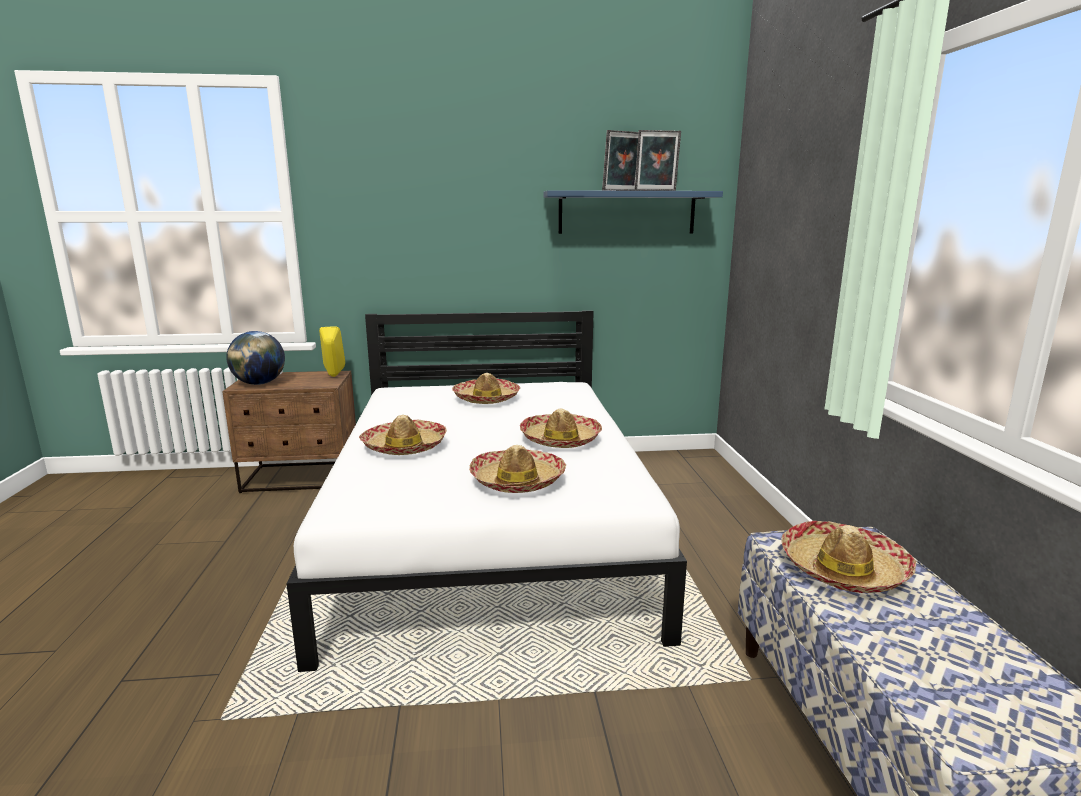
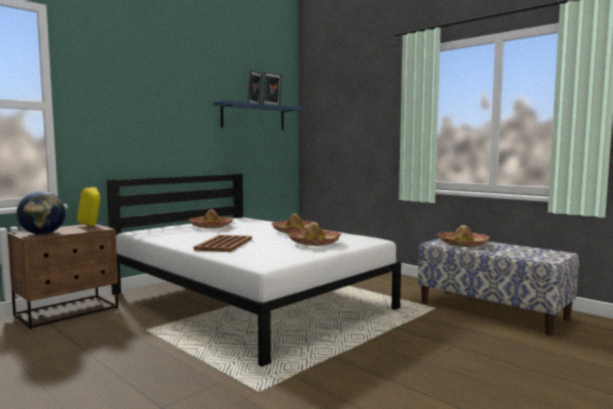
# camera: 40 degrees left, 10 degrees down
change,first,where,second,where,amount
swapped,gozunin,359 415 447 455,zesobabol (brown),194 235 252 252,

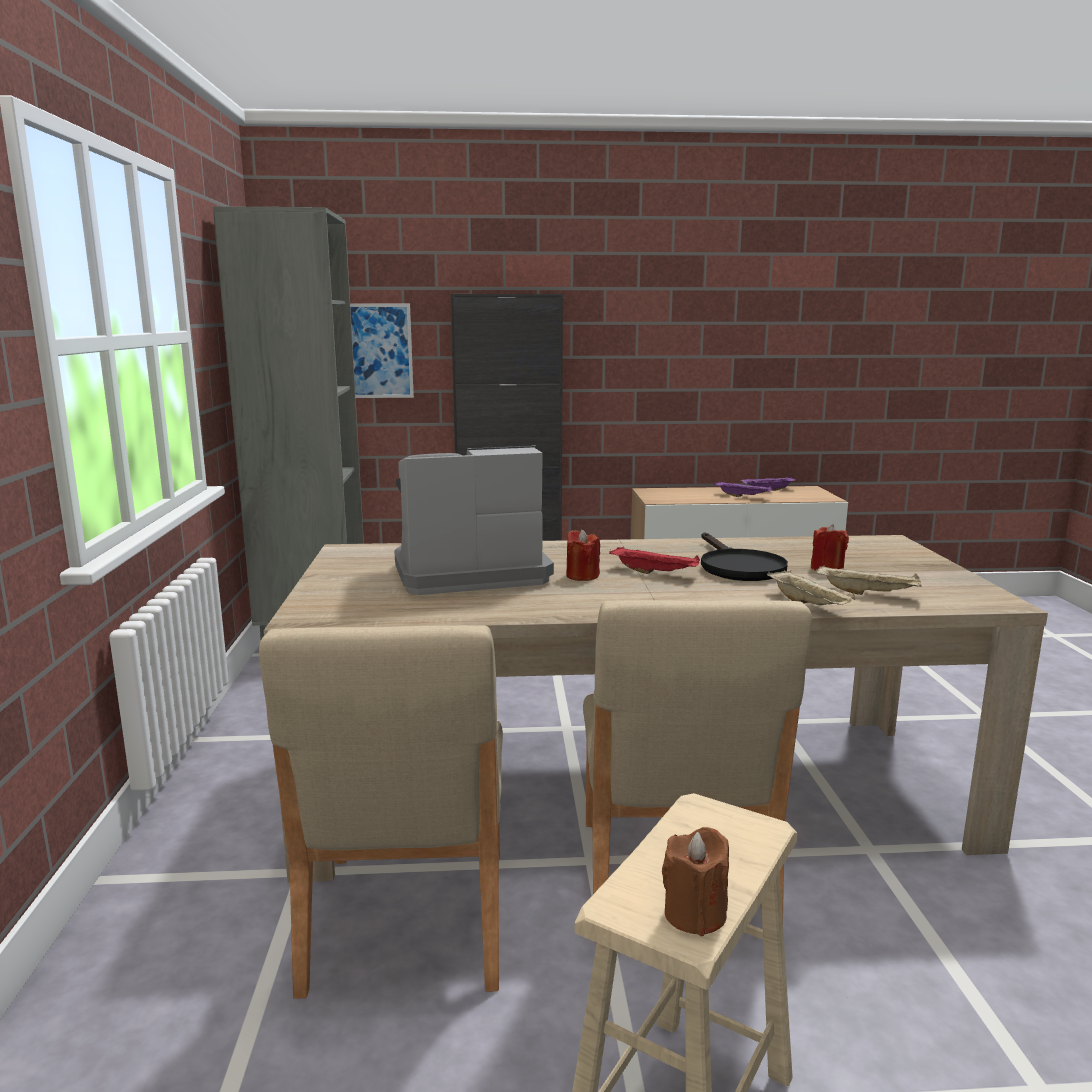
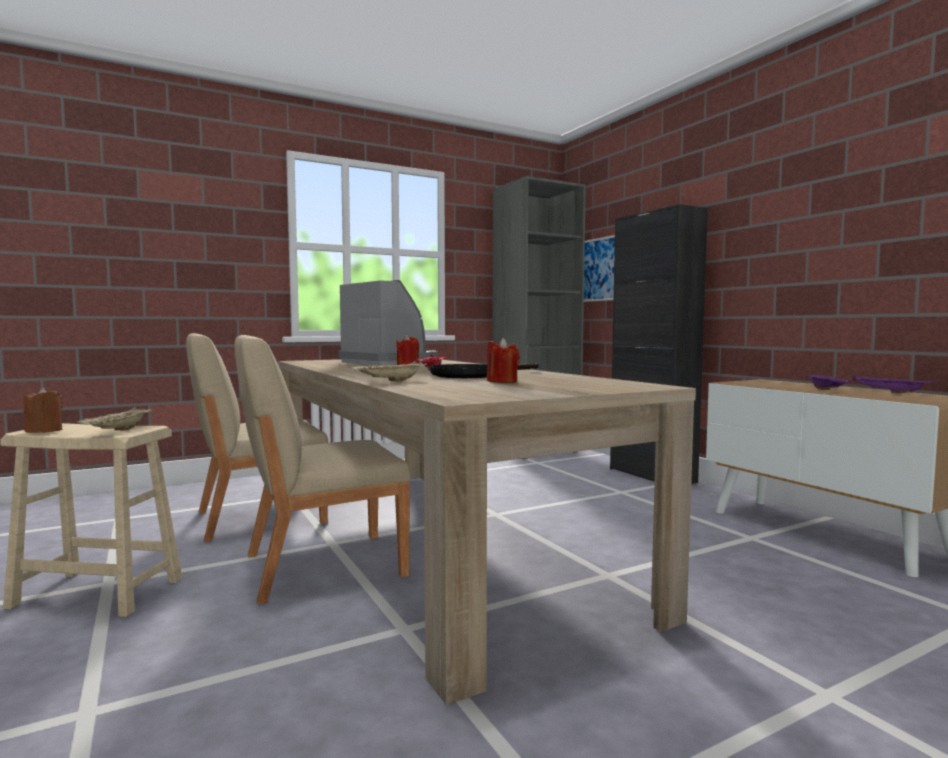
# camera: 65 degrees right, 10 degrees down
change,first,where,second,where,amount
shifted,zesobabol (beige),816 565 922 595,,77 407 152 430,

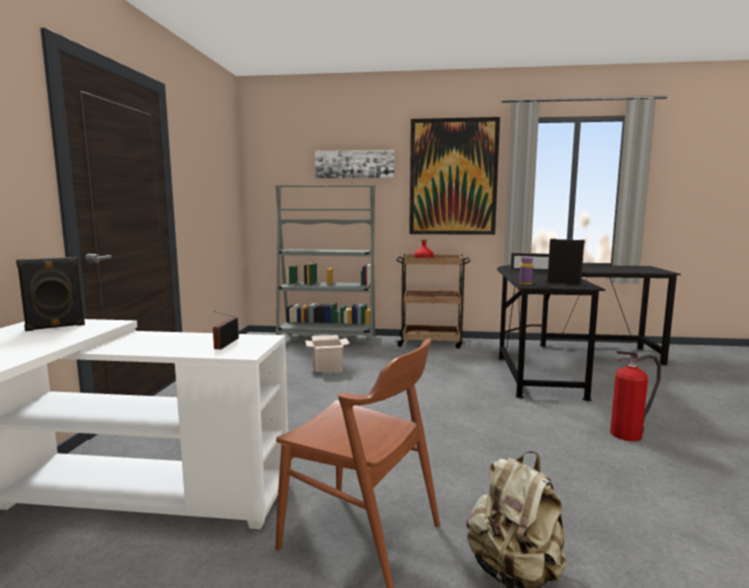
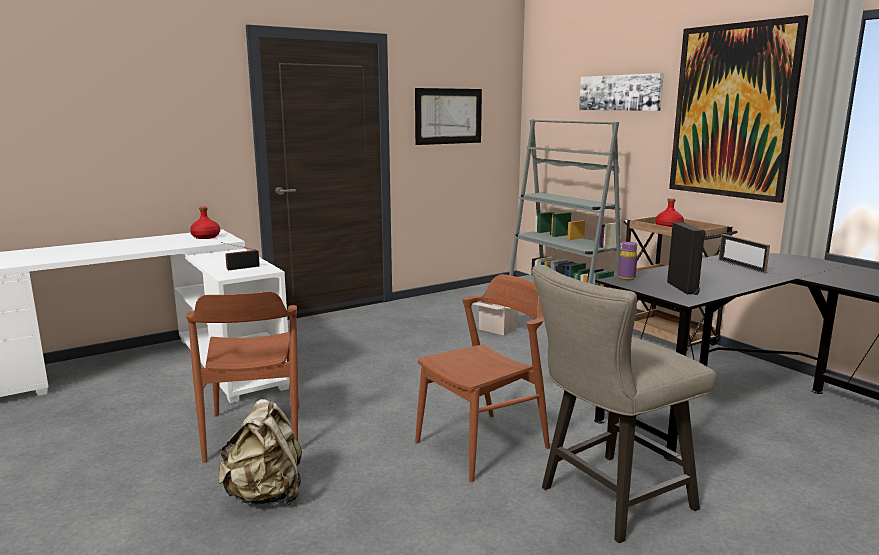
# camera: 50 degrees right, 5 degrees up
change,first,where,second,where,amount
swapped,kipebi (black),16 257 85 331,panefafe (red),190 207 220 239,
new,,,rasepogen,415 88 482 145,
new,,,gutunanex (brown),415 274 550 482,
swapped,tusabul,610 351 661 441,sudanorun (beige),532 265 717 543,

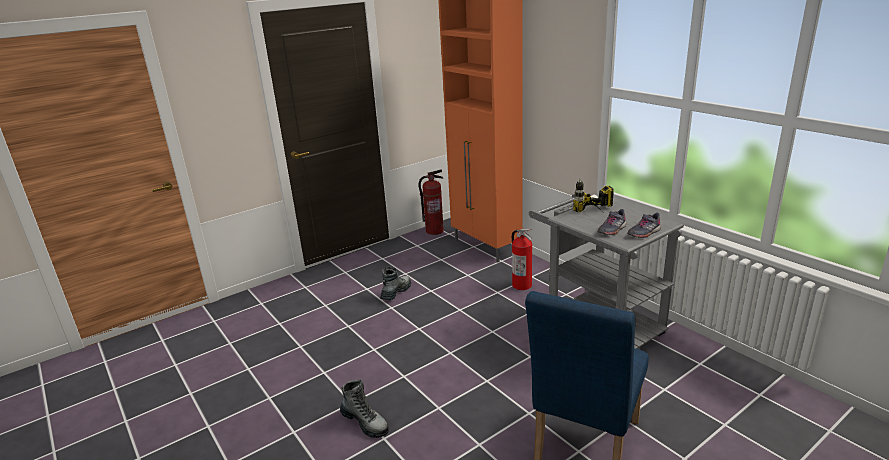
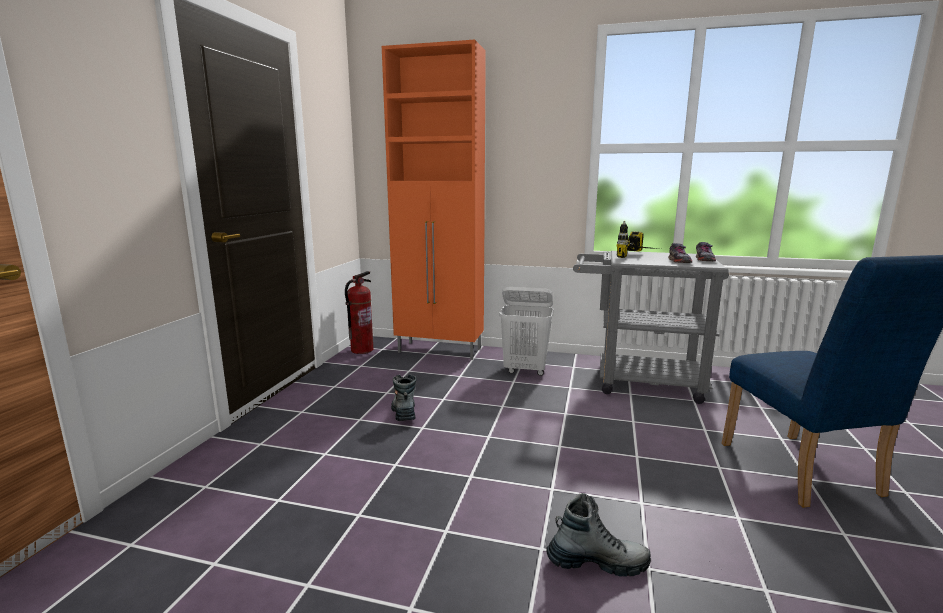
# camera: 40 degrees left, 10 degrees down
change,first,where,second,where,amount
swapped,tusabul,512 229 533 290,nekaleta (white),500 287 553 376,

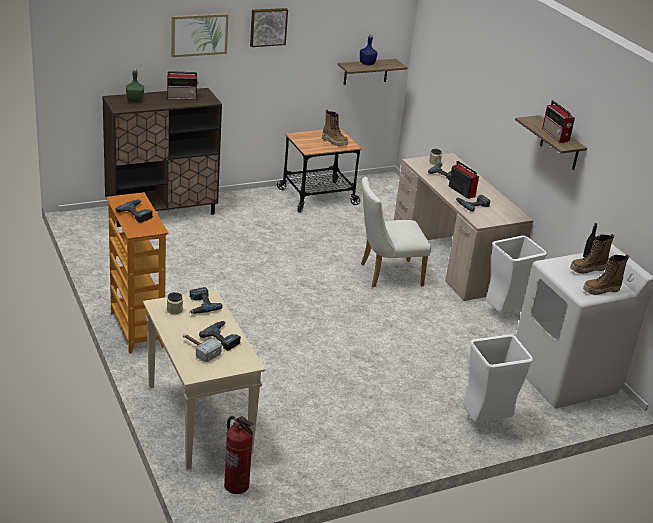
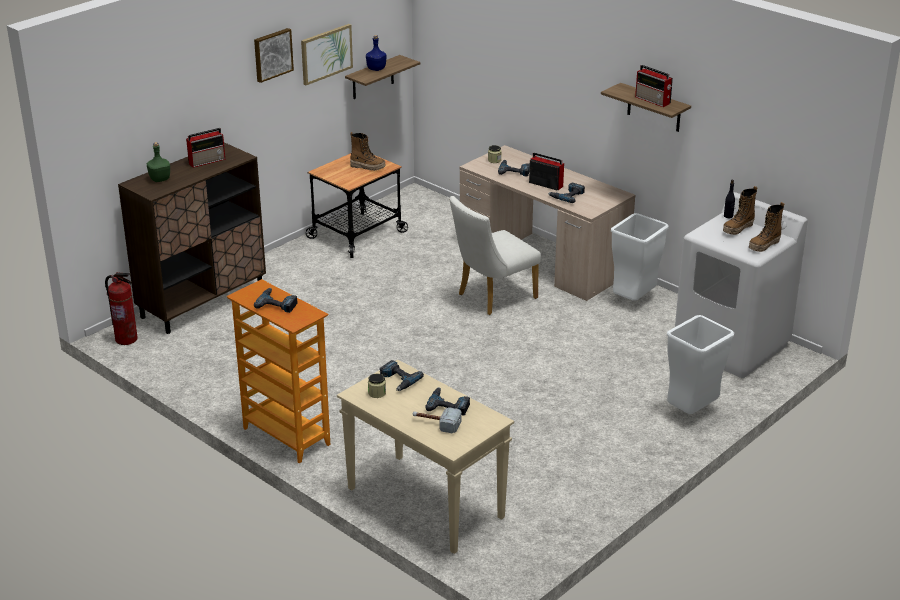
# camera: 20 degrees left, 0 degrees up
change,first,where,second,where,amount
shifted,tusabul,224 416 253 494,,105 272 138 345,
shifted,rasepogen,171 13 229 57,,301 24 353 85,

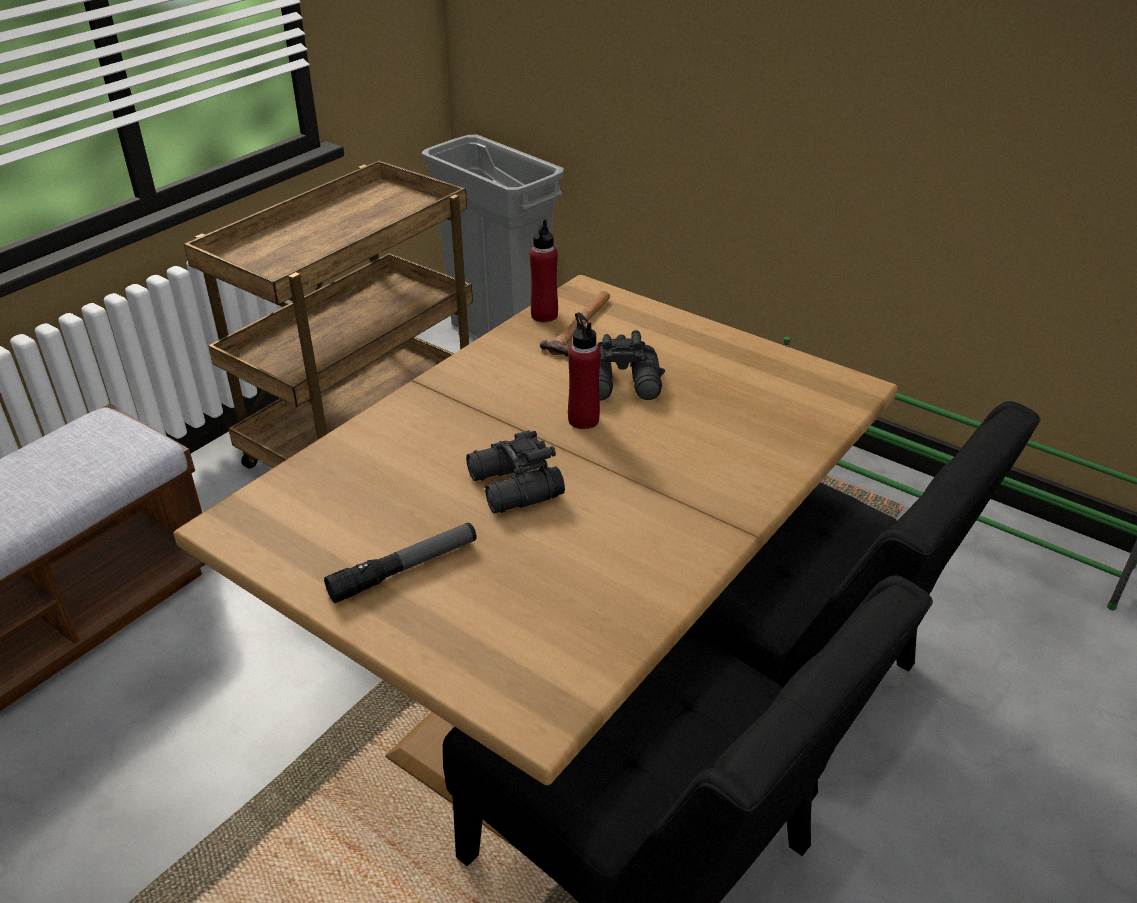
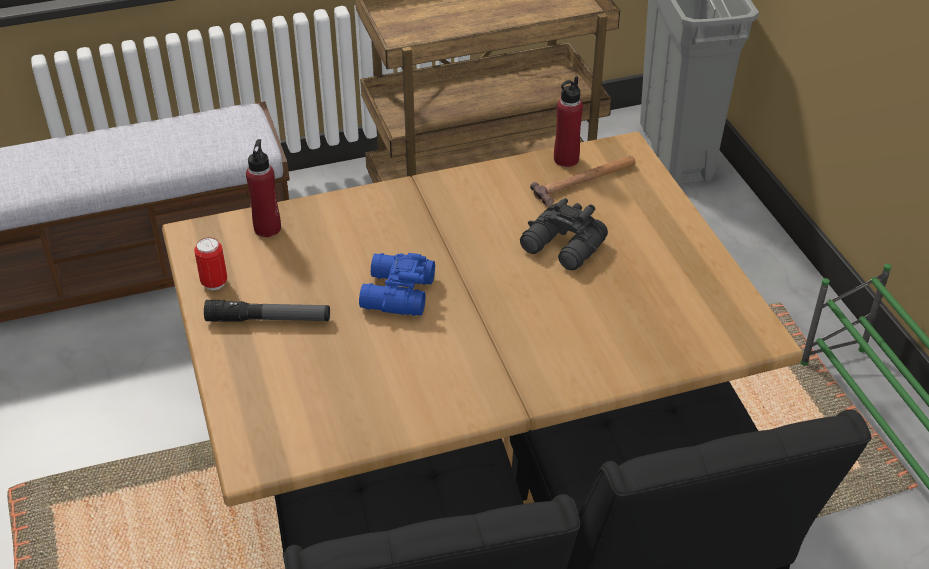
# camera: 35 degrees right, 5 degrees up
change,first,where,second,where,amount
new,,,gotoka,194 237 227 290,
shifted,panefafe (red),568 312 601 429,,246 139 281 237,
repainted,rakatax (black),466 430 565 513,rakatax (blue),359 253 435 316,

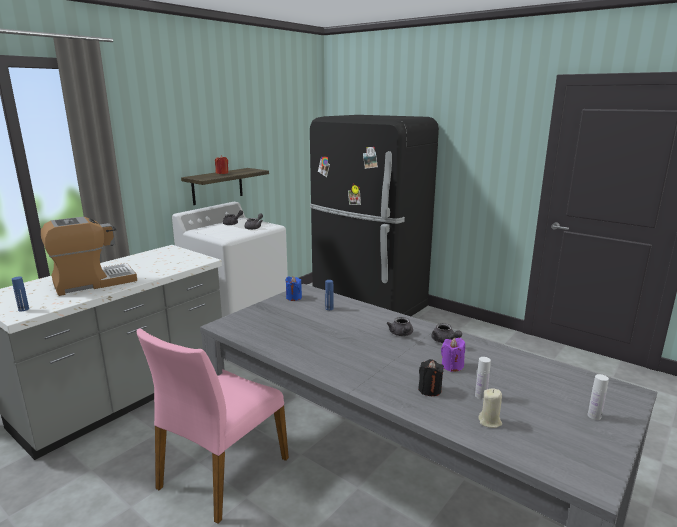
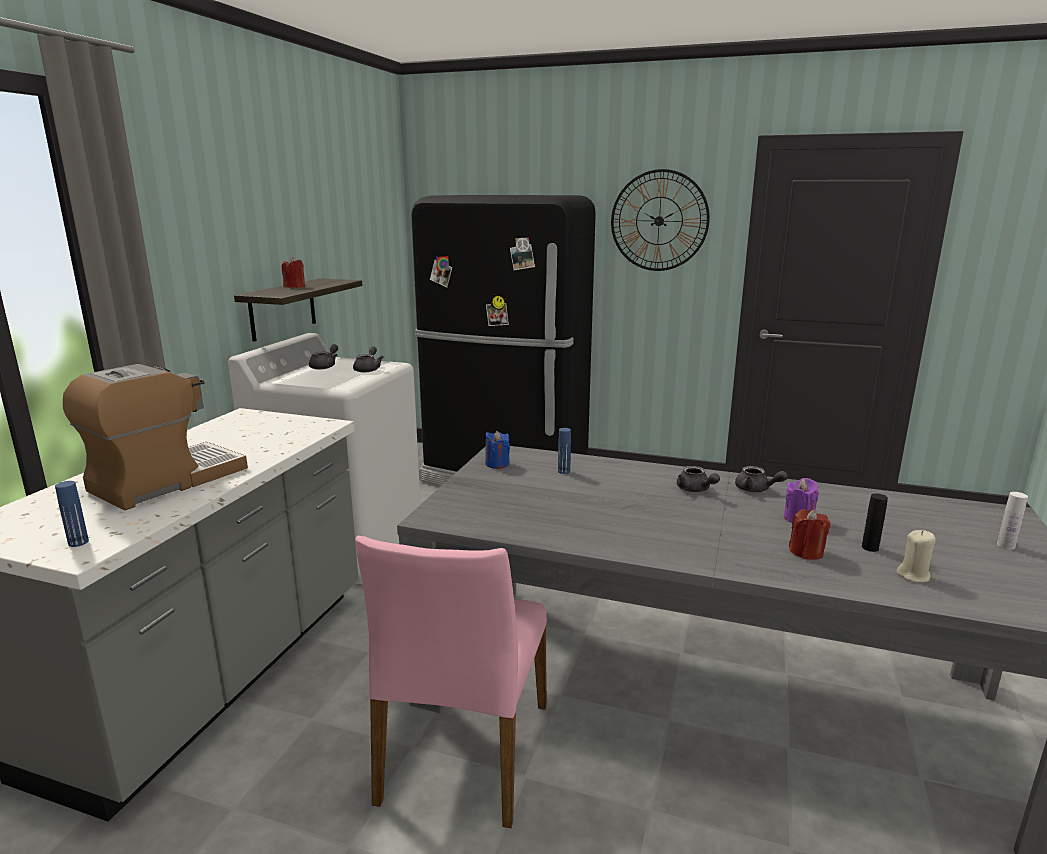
# camera: 20 degrees left, 0 degrees up
change,first,where,second,where,amount
new,,,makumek,611 169 710 271,
repainted,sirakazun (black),418 359 444 396,sirakazun (red),789 509 830 560,
repainted,panefafe (white),475 357 491 400,panefafe (black),862 493 888 552,

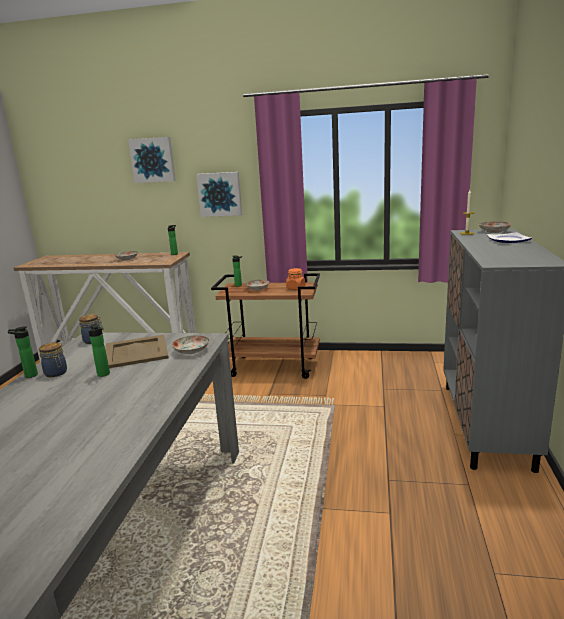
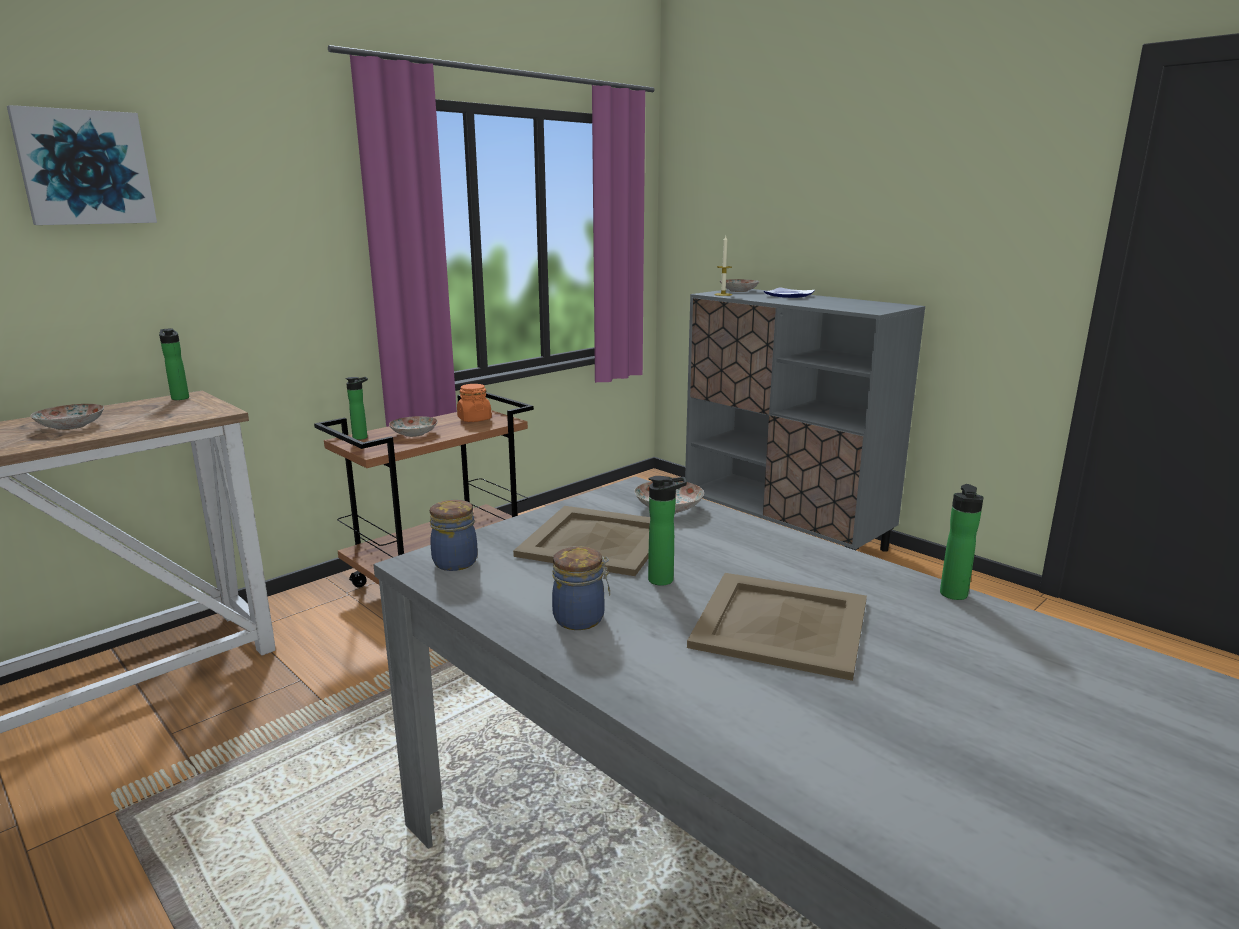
# camera: 55 degrees left, 0 degrees up
change,first,where,second,where,amount
new,,,zesobabol (beige),687 573 867 681,
shifted,panefafe,8 326 38 378,,940 484 984 600,
gone,rasepogen,196 172 242 217,,,

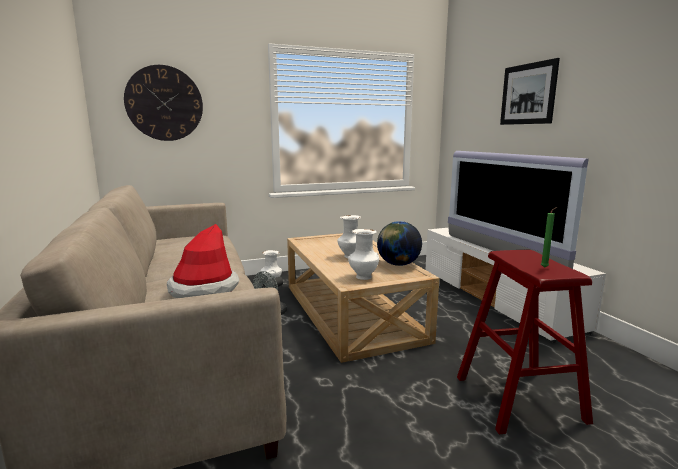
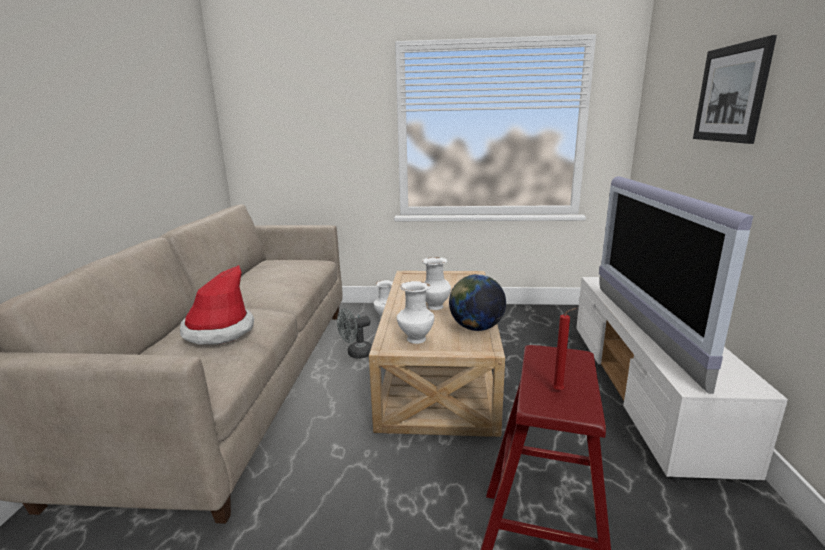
# camera: 25 degrees right, 5 degrees up
change,first,where,second,where,amount
repainted,sirakazun (green),541 207 557 268,sirakazun (red),553 308 576 391,
gone,makumek,124 65 203 141,,,

